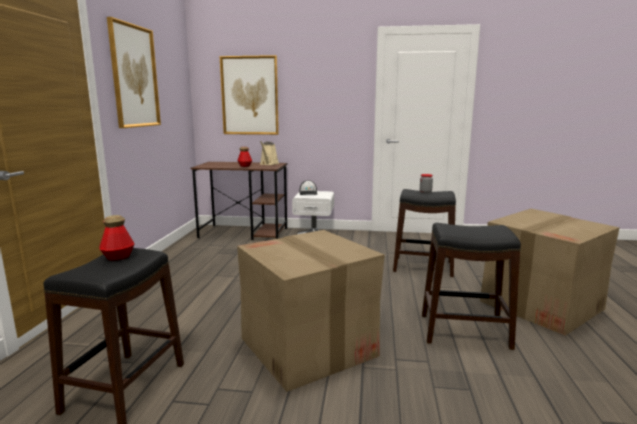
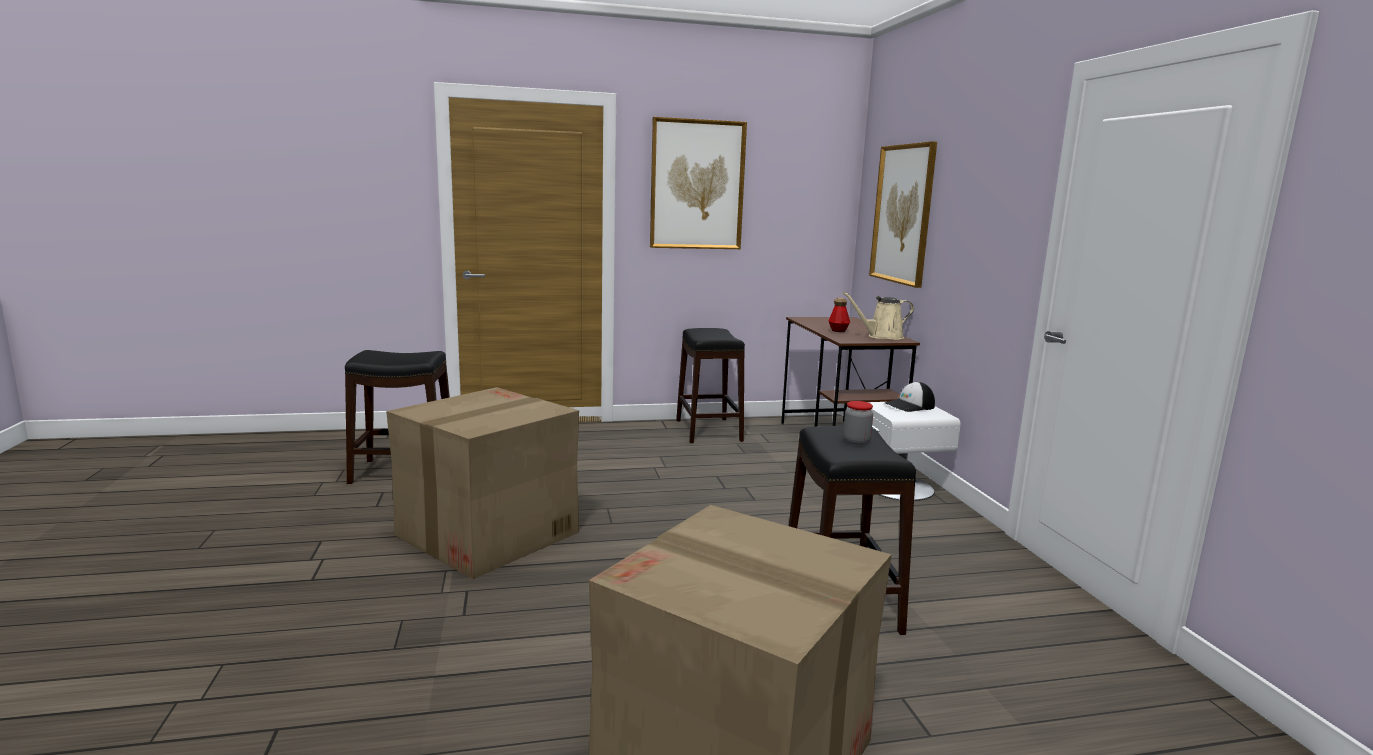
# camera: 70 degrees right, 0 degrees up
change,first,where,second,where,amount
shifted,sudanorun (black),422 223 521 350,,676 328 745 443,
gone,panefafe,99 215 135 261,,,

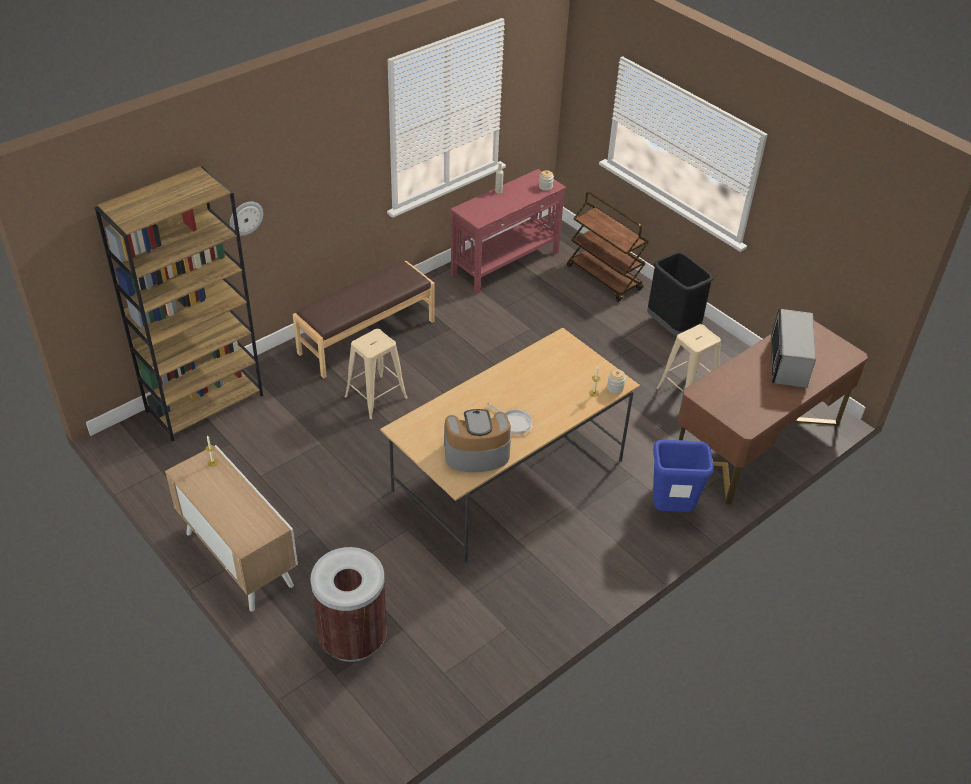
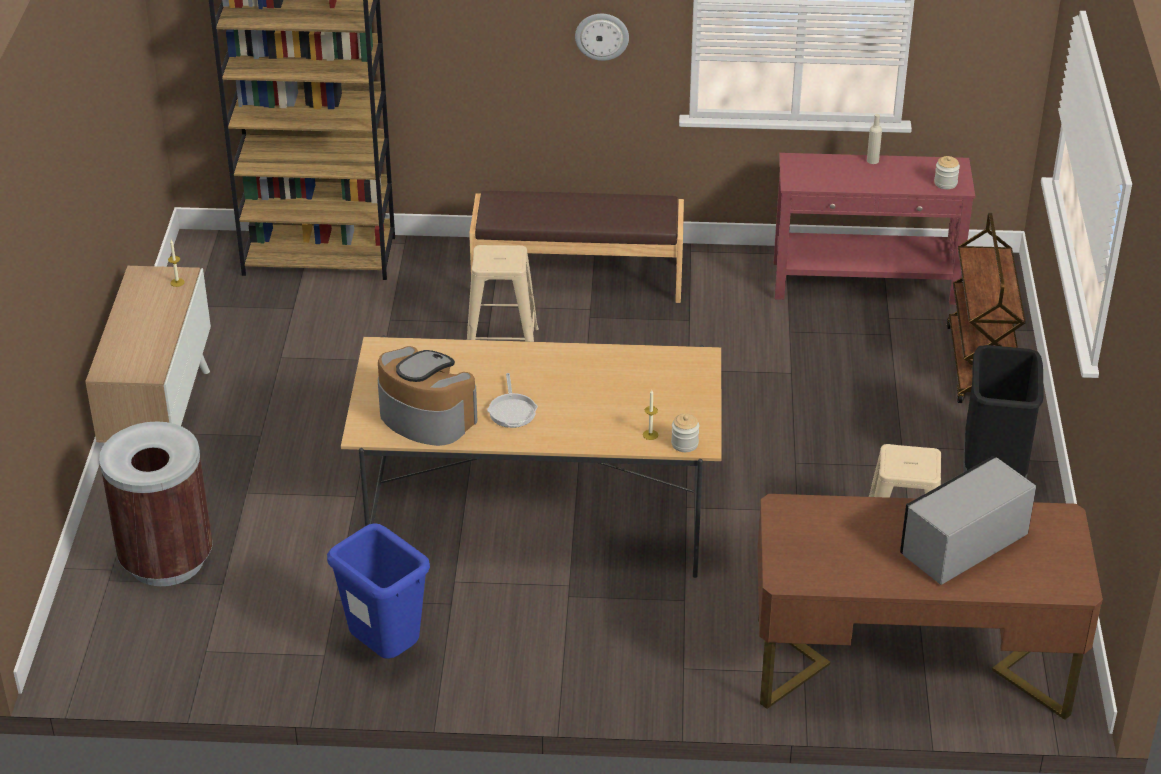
# camera: 45 degrees right, 5 degrees down
change,first,where,second,where,amount
shifted,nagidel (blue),653 440 714 512,,327 523 430 659,
shifted,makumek,230 202 263 236,,575 14 629 61,

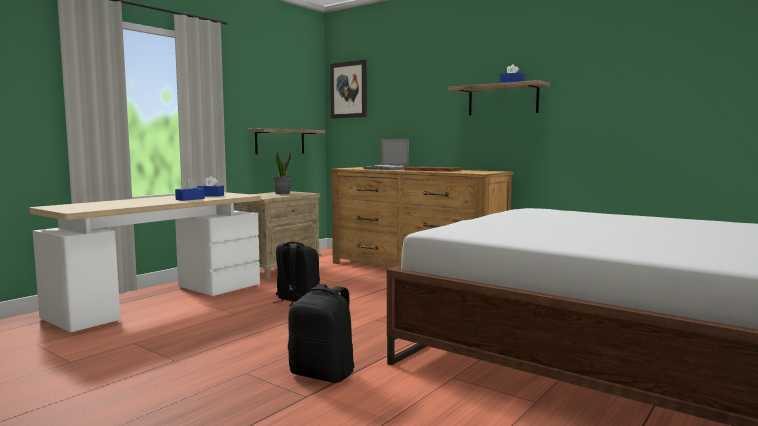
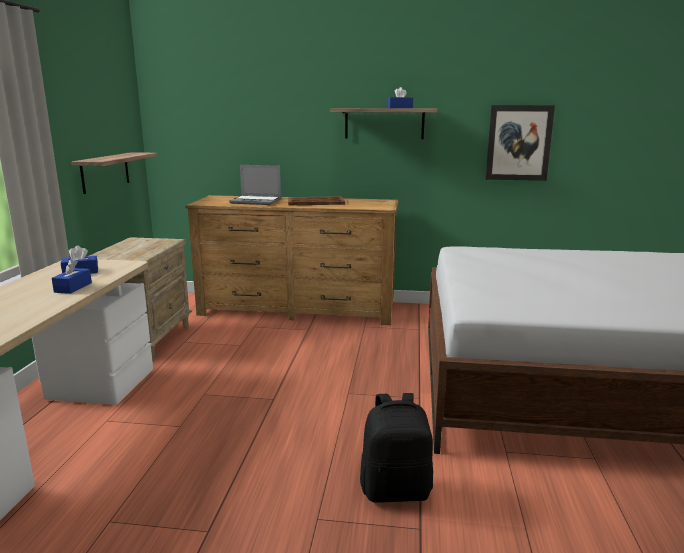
# camera: 30 degrees left, 10 degrees up
change,first,where,second,where,amount
shifted,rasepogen,330 60 367 119,,486 105 555 181,
gone,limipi,272 150 292 194,,,
gone,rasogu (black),273 242 320 306,,,

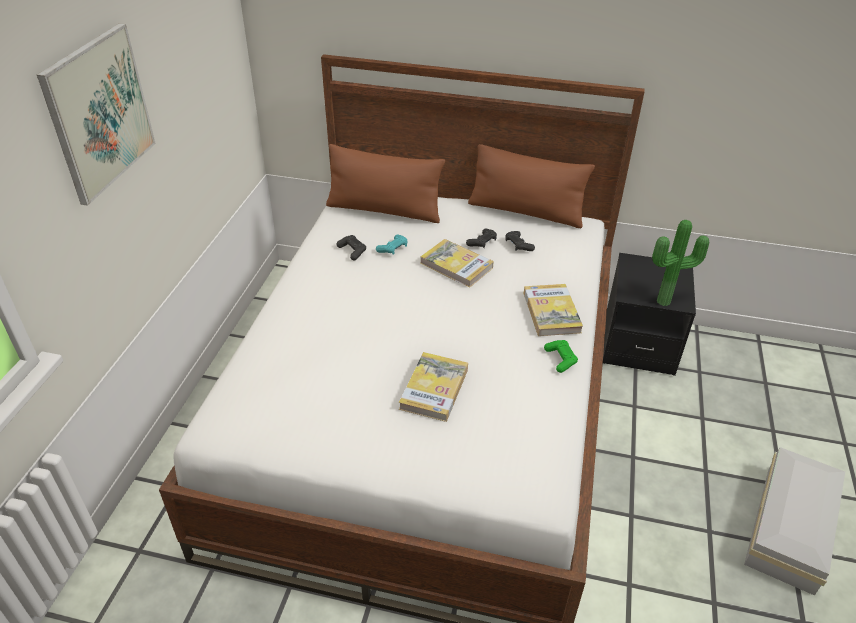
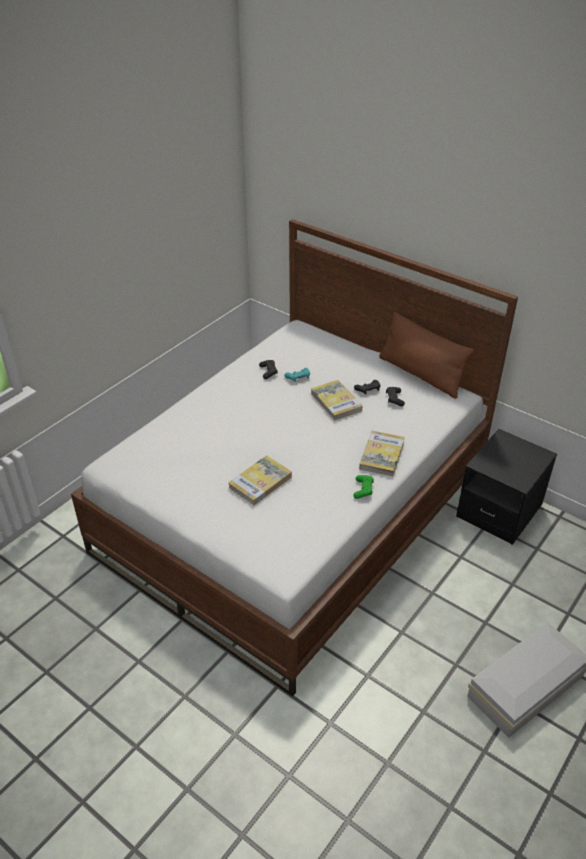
# camera: 25 degrees right, 0 degrees up
change,first,where,second,where,amount
gone,rasepogen,37 23 156 206,,,
gone,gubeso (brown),326 144 445 223,,,
gone,limipi,652 220 709 306,,,

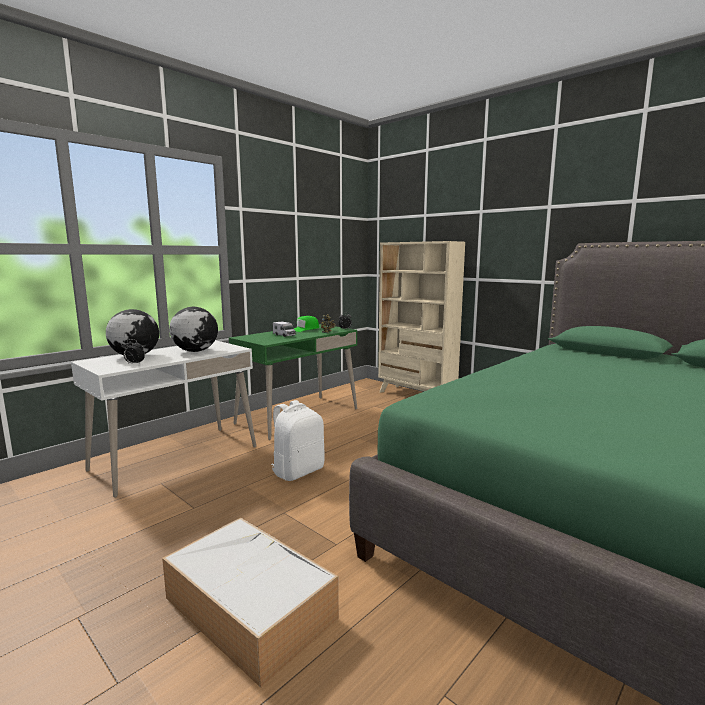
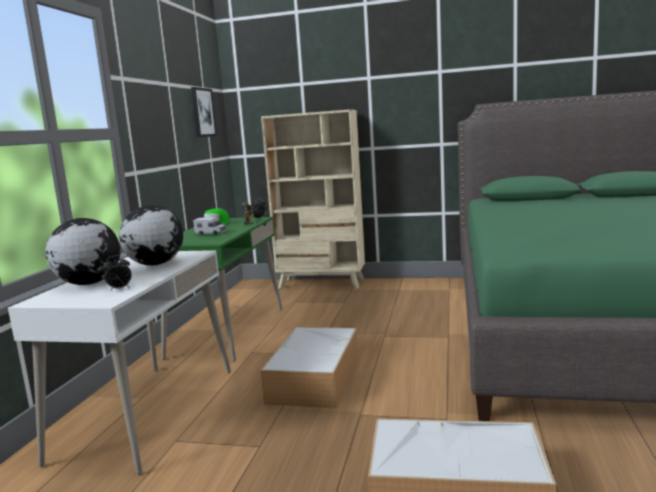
# camera: 30 degrees left, 0 degrees up
change,first,where,second,where,amount
new,,,rasepogen,191 87 217 137,
swapped,rasogu (white),271 400 325 481,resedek,261 327 358 408,

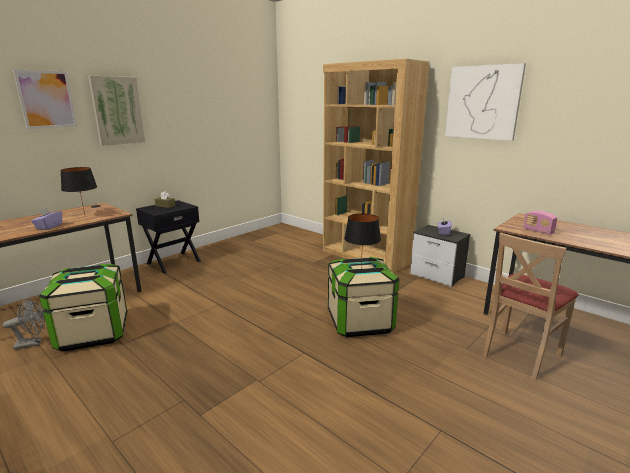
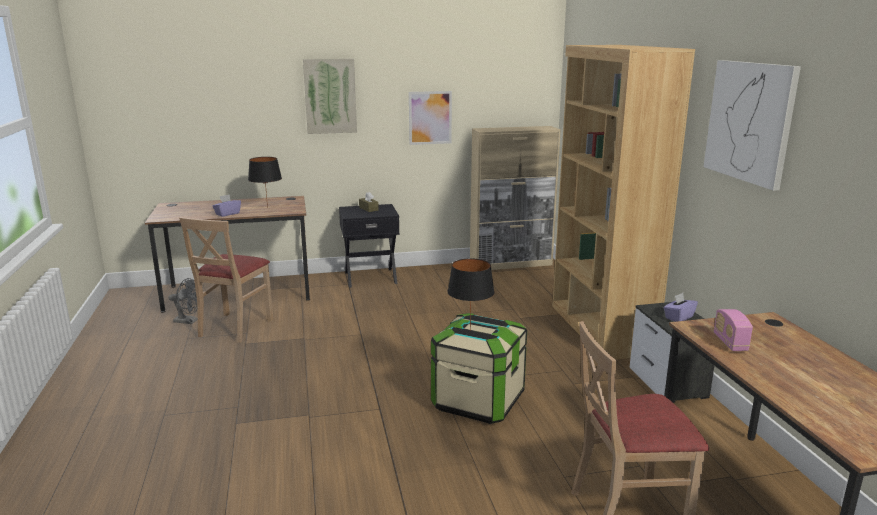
# camera: 35 degrees right, 0 degrees up
change,first,where,second,where,amount
swapped,resedek,39 264 127 352,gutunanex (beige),179 217 273 343,
shifted,rasepogen,13 69 77 129,,409 91 452 145,
new,,,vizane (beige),470 126 561 270,

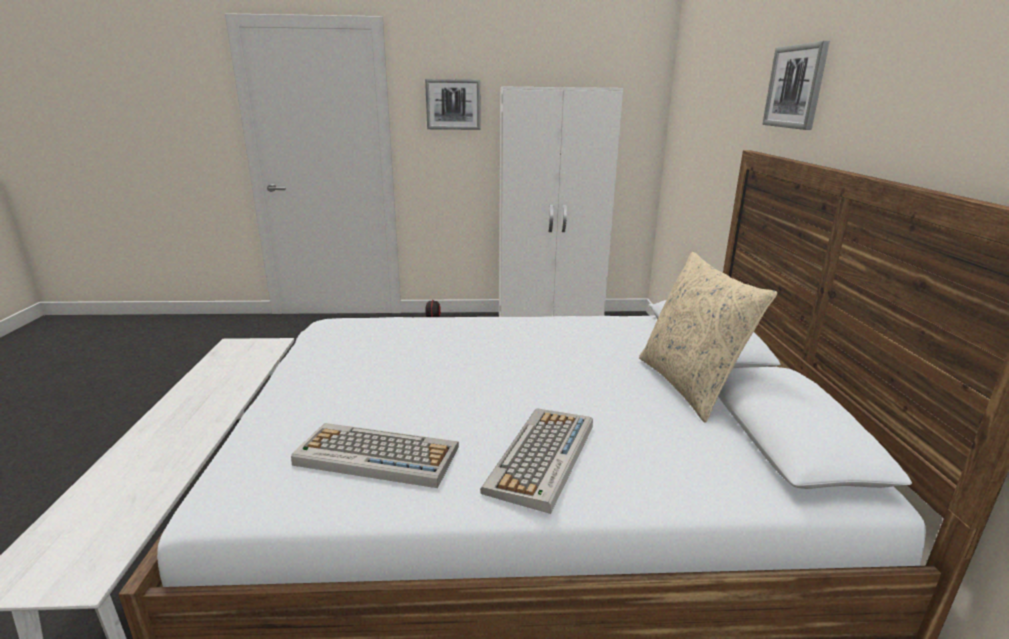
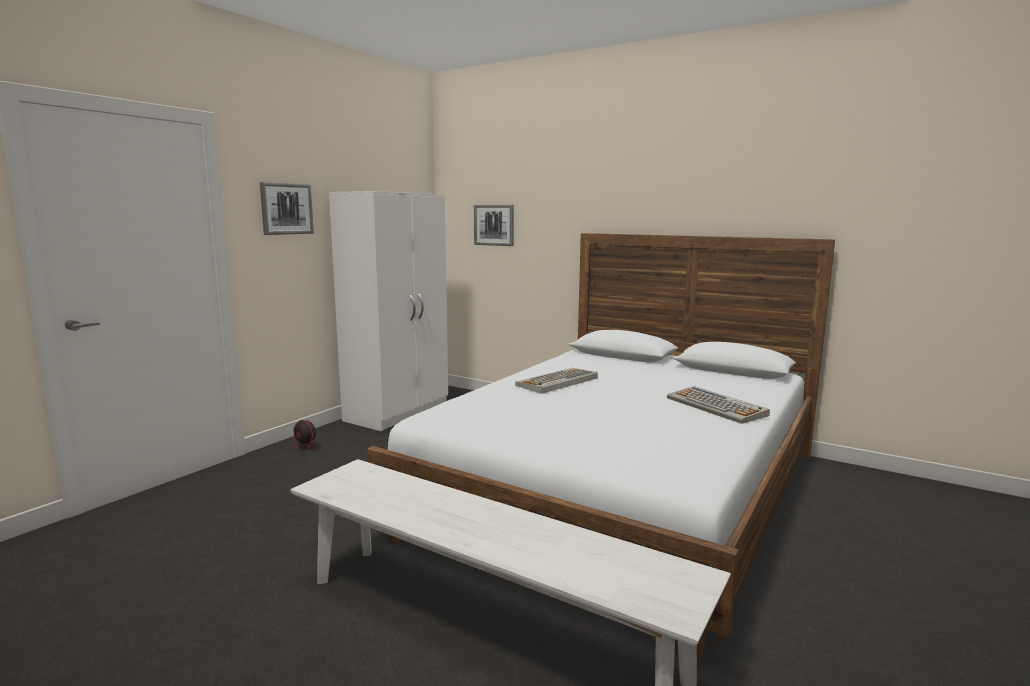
# camera: 55 degrees left, 10 degrees down
change,first,where,second,where,amount
shifted,rasepogen,762 41 830 130,,474 205 514 246,
shifted,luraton,291 423 459 488,,515 368 598 394,
gone,gubeso (beige),639 252 777 423,,,

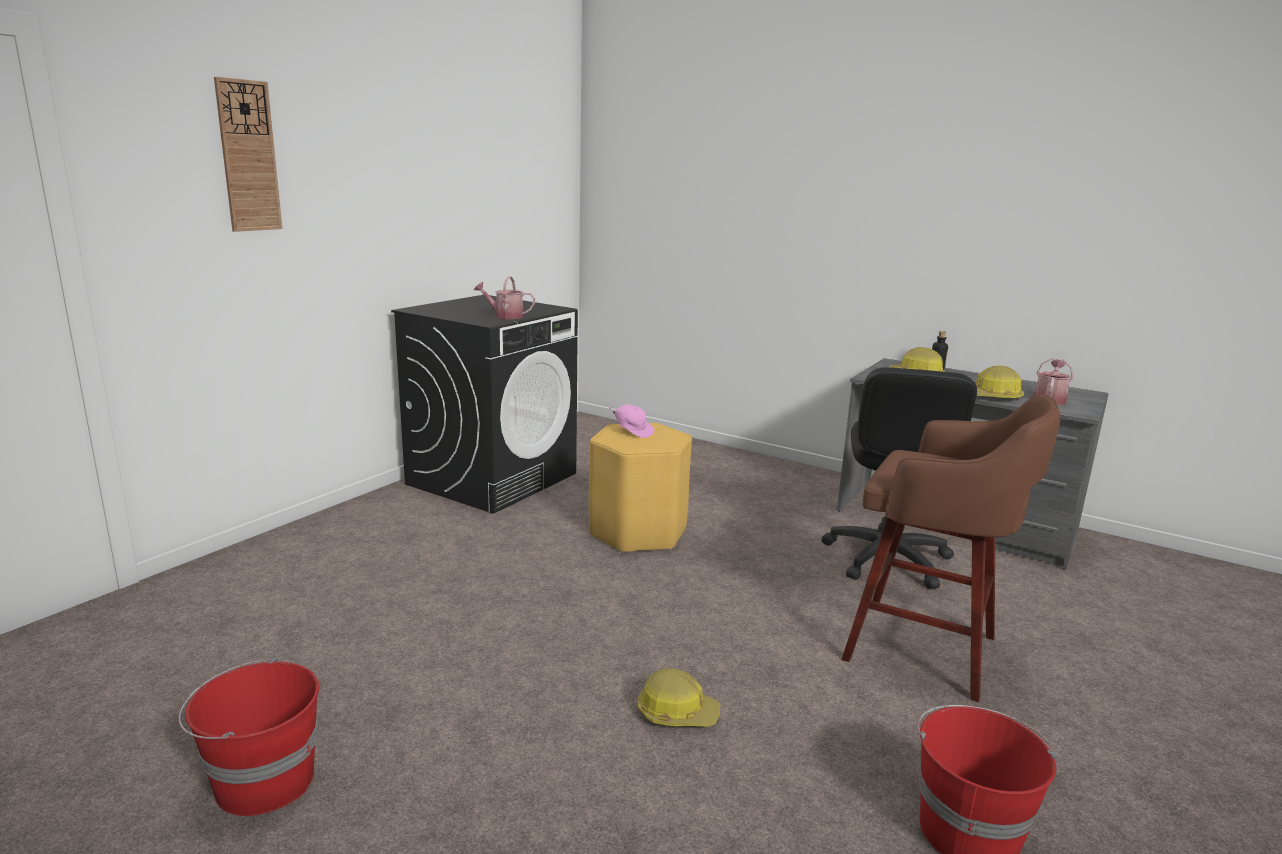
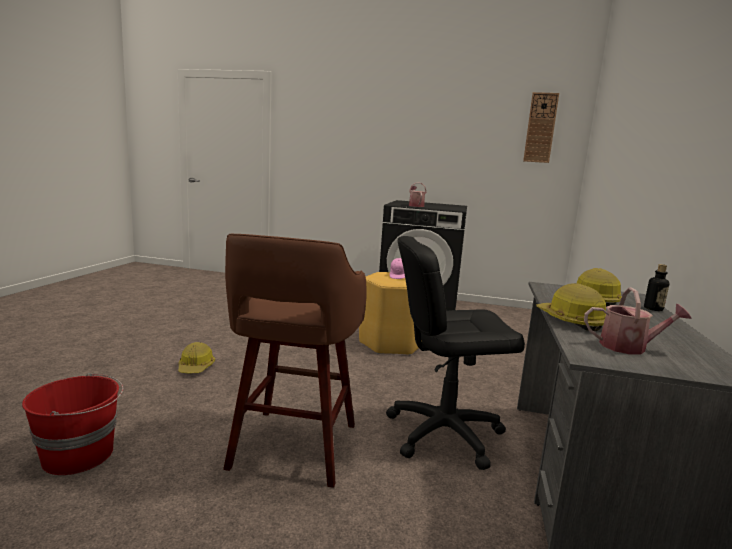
# camera: 70 degrees right, 5 degrees down
change,first,where,second,where,amount
shifted,makumek,214 77 282 232,,523 92 559 163,
gone,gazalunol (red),178 658 319 816,,,

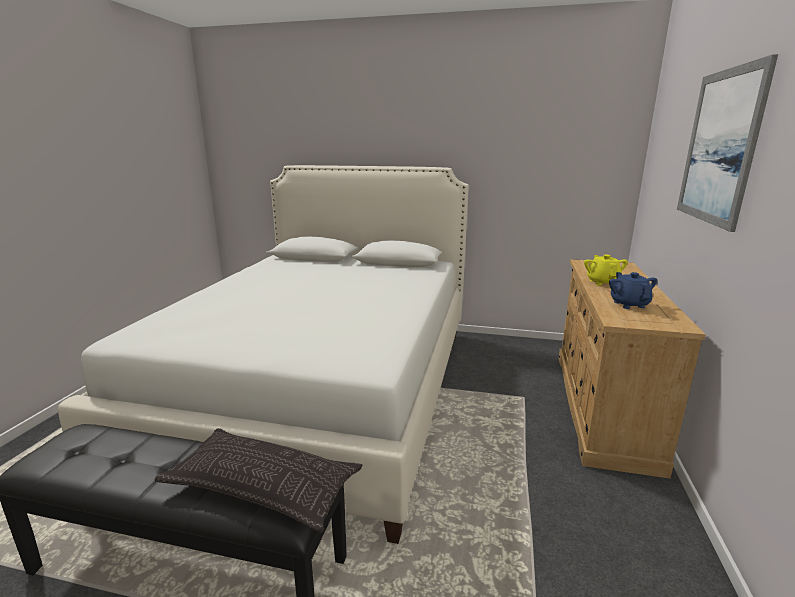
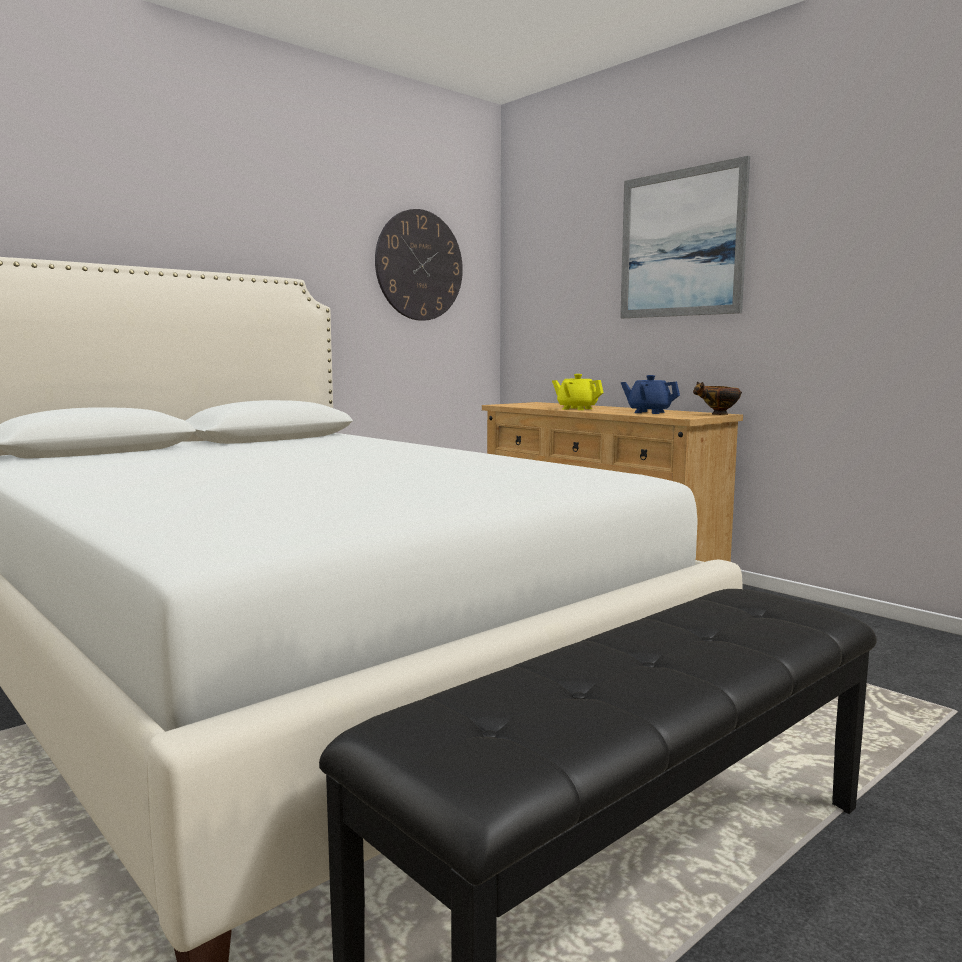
# camera: 55 degrees left, 10 degrees down
change,first,where,second,where,amount
new,,,makumek,375 209 463 321,
new,,,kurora,693 382 742 415,
gone,gubeso,154 428 362 533,,,

